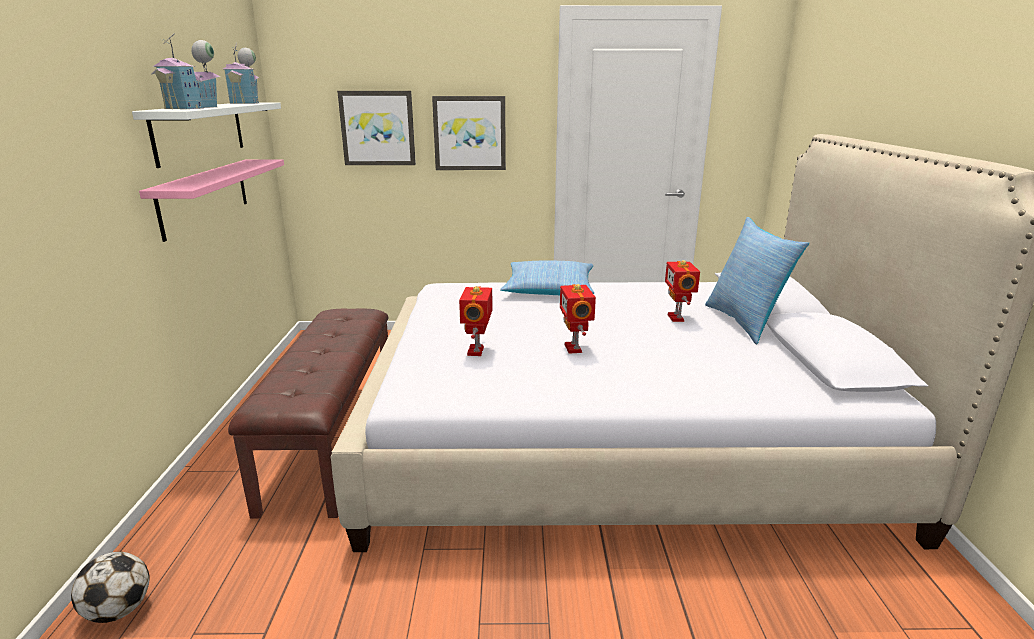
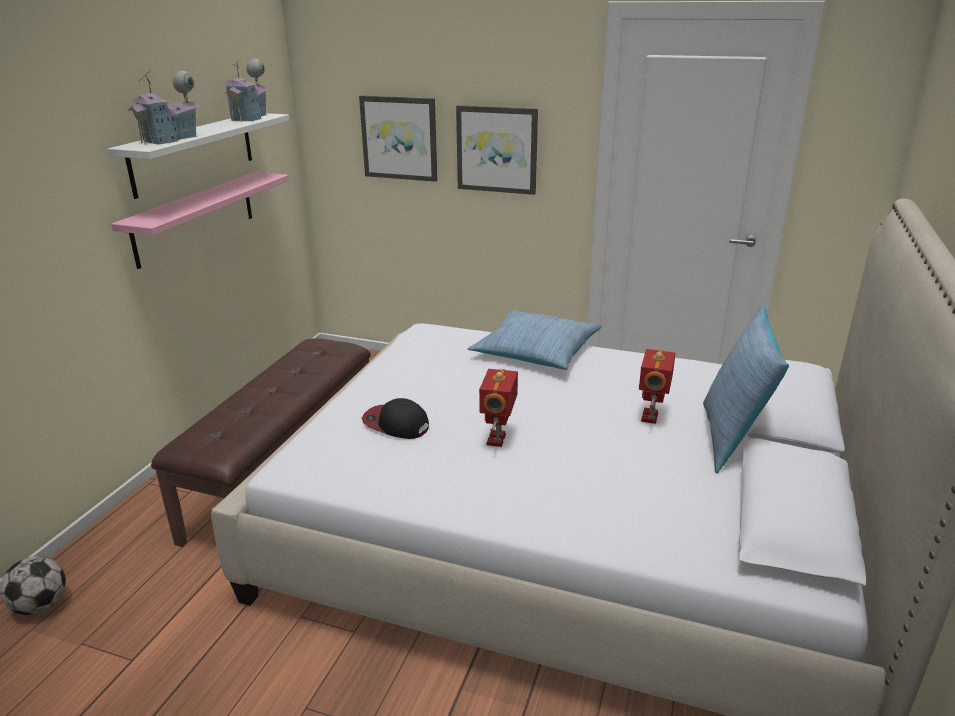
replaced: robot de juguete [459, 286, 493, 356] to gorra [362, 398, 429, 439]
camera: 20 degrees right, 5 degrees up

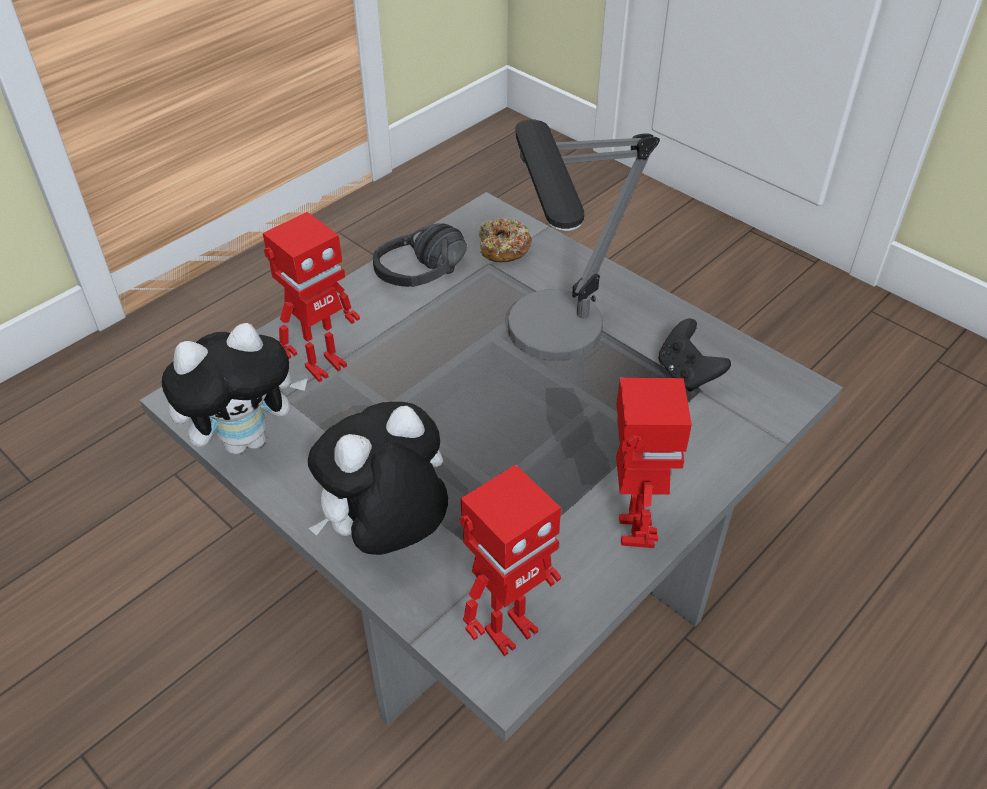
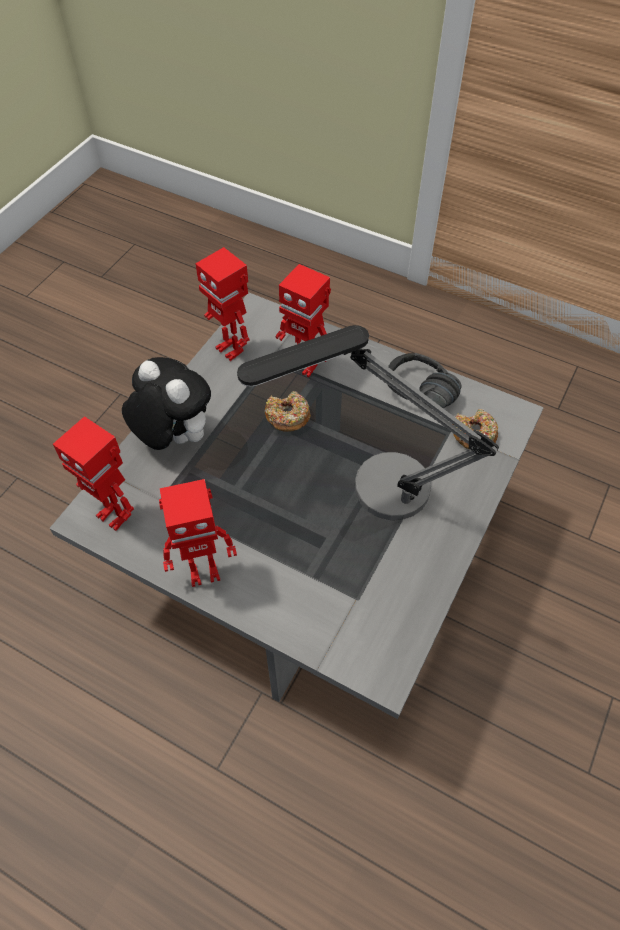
removed: mando de consola/negro [658, 319, 731, 392]
added: rosquilla [265, 391, 311, 432]
replaced: peluche [162, 323, 308, 454] to robot de juguete [195, 247, 249, 361]
camera: 75 degrees right, 10 degrees up

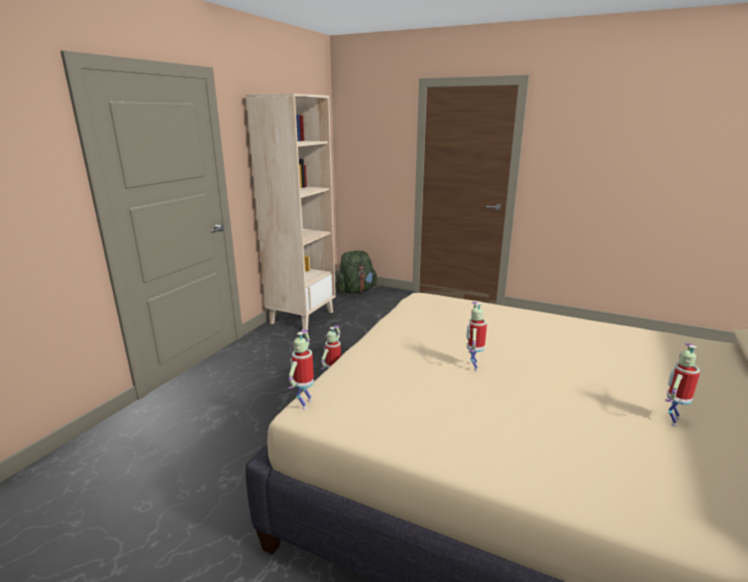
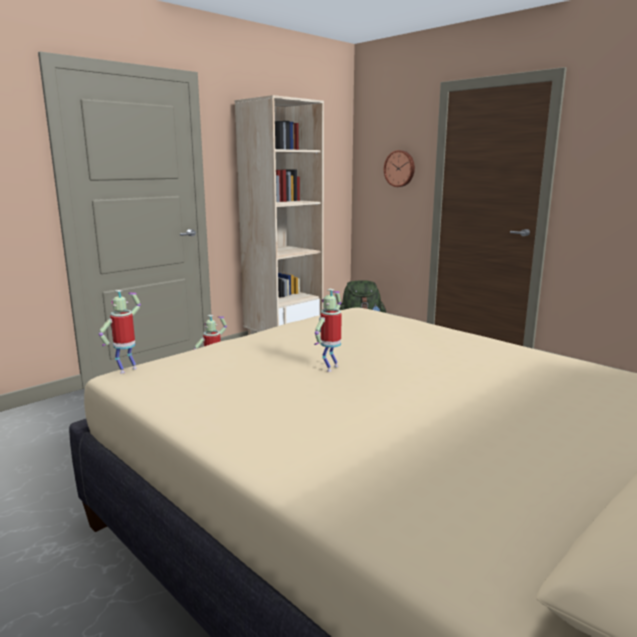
removed: robot de juguete [665, 343, 700, 427]
added: reloj de pared [384, 150, 415, 187]
camera: 20 degrees right, 5 degrees down

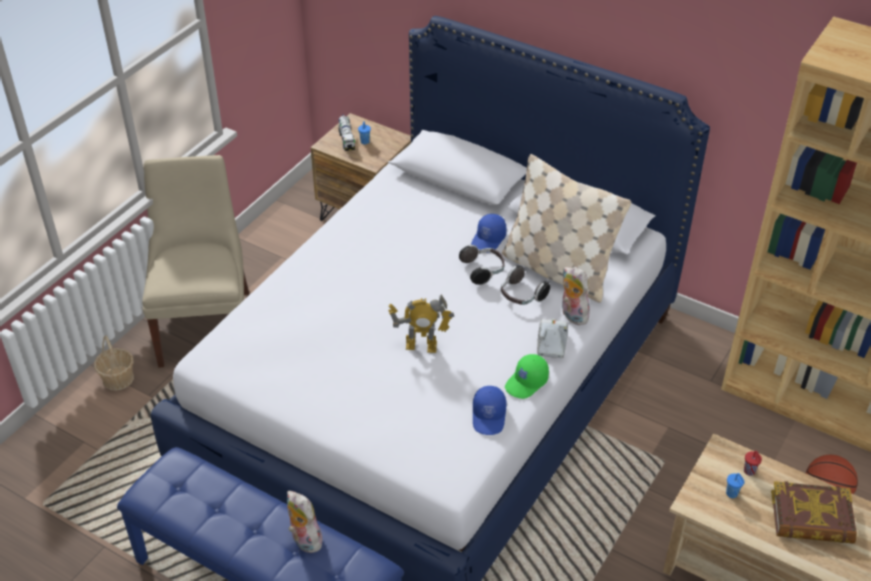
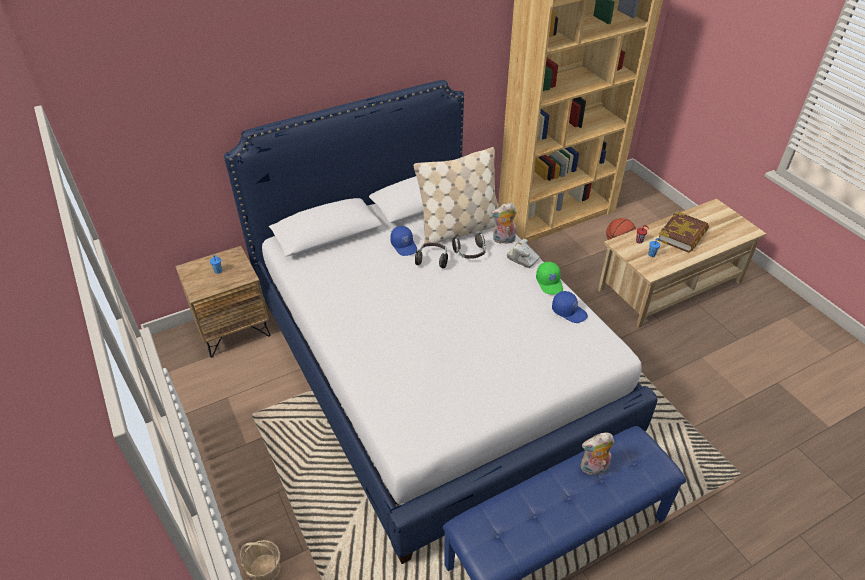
removed: silla/beis [142, 155, 249, 368]; camión de juguete [338, 114, 355, 151]; robot de juguete [388, 295, 454, 353]
camera: 60 degrees left, 0 degrees up

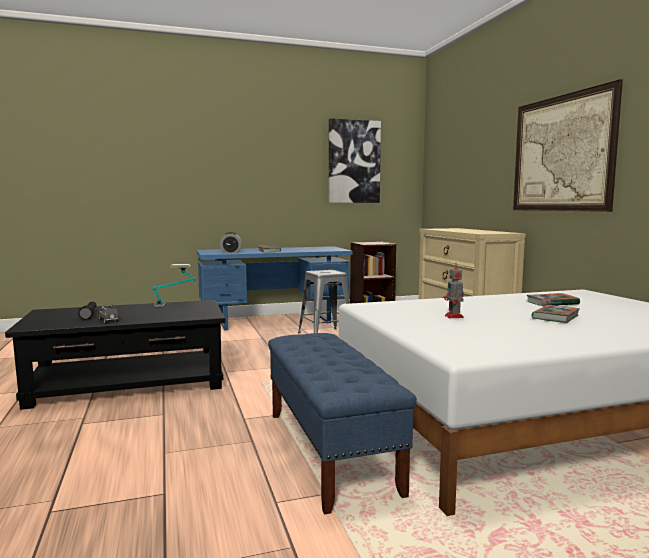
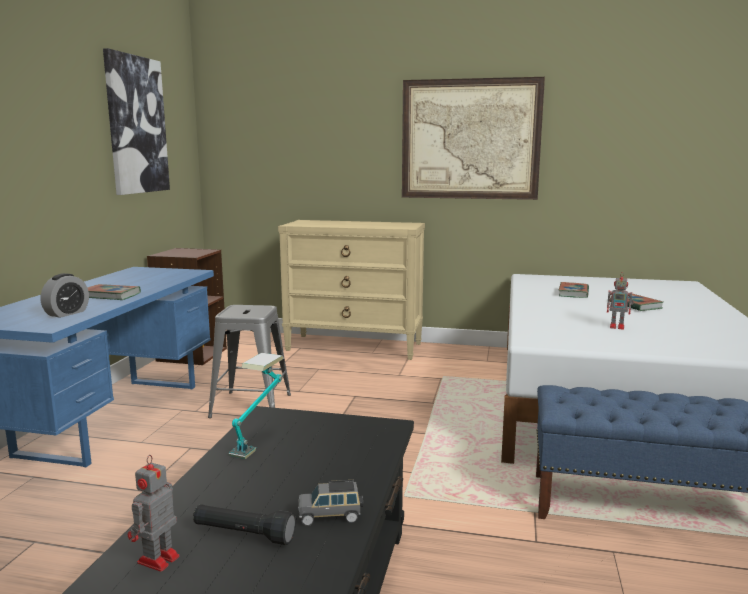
added: robot de juguete [128, 455, 179, 572]
camera: 60 degrees left, 5 degrees up

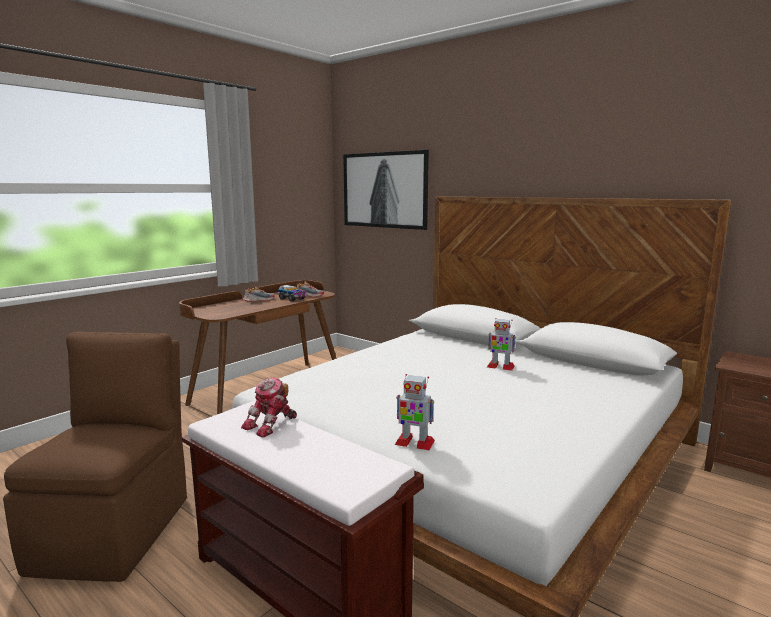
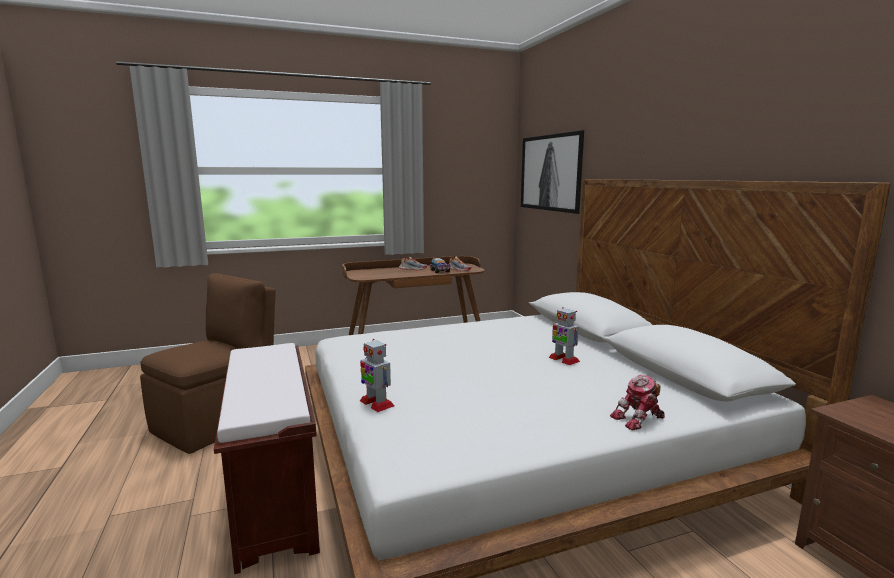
moved: robot de juguete [241, 378, 297, 438] to [610, 375, 665, 431]
camera: 30 degrees right, 0 degrees up

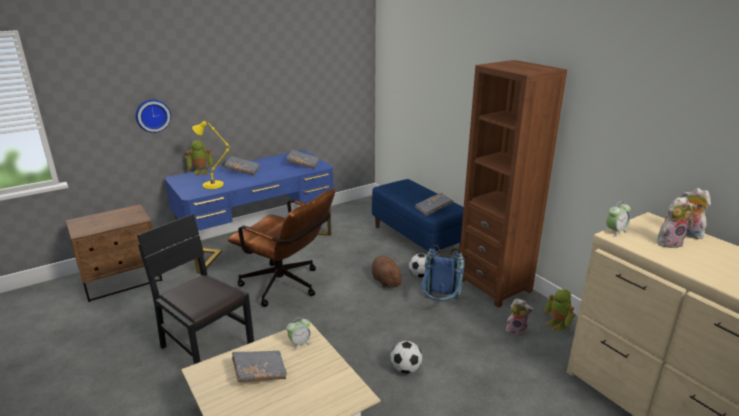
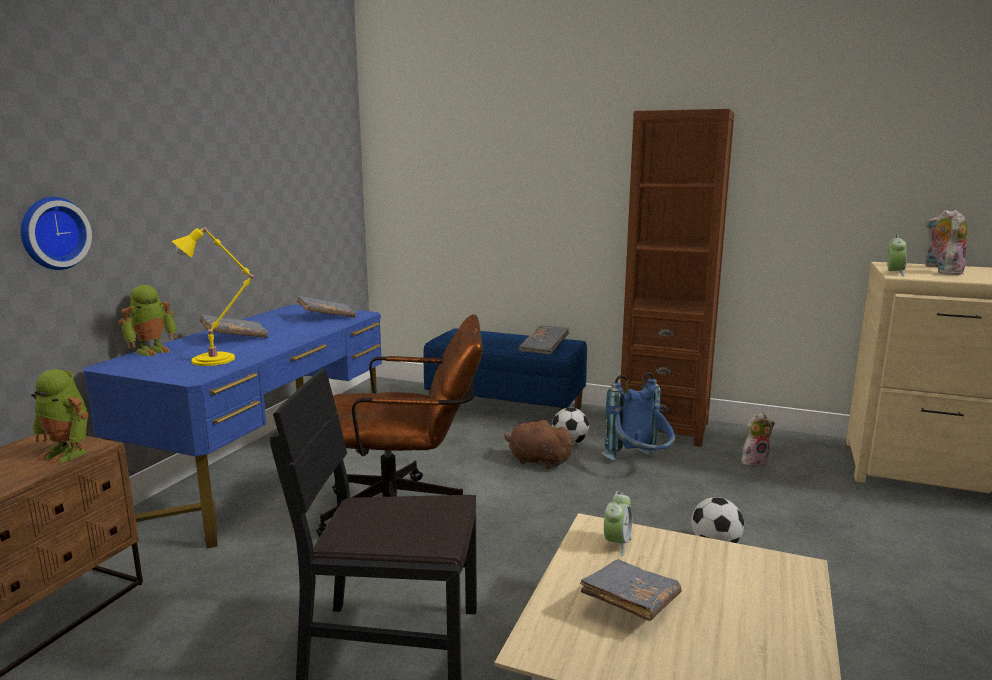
moved: robot de juguete [544, 289, 575, 331] to [31, 369, 88, 464]
camera: 35 degrees left, 10 degrees down

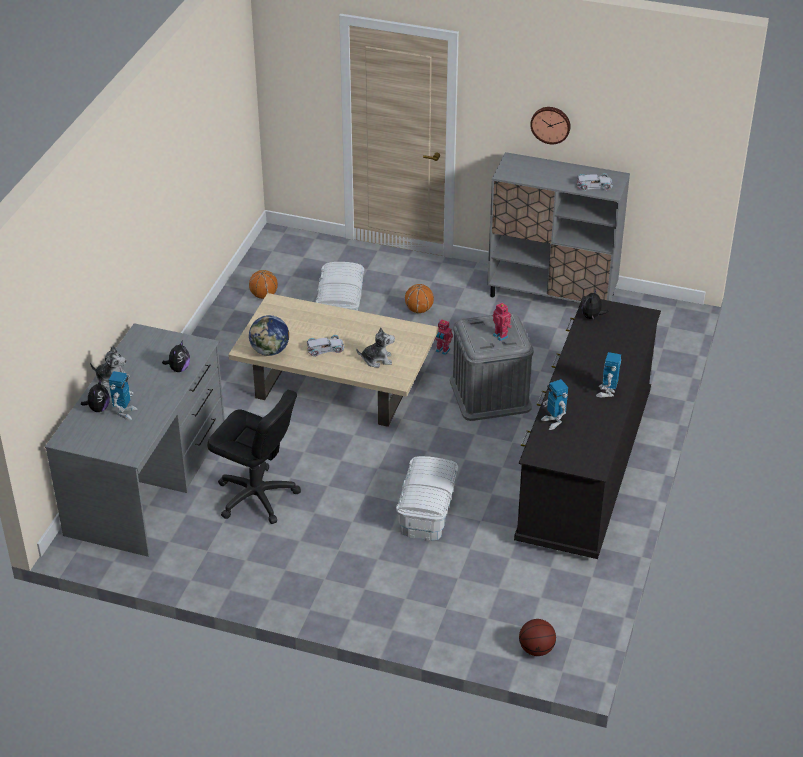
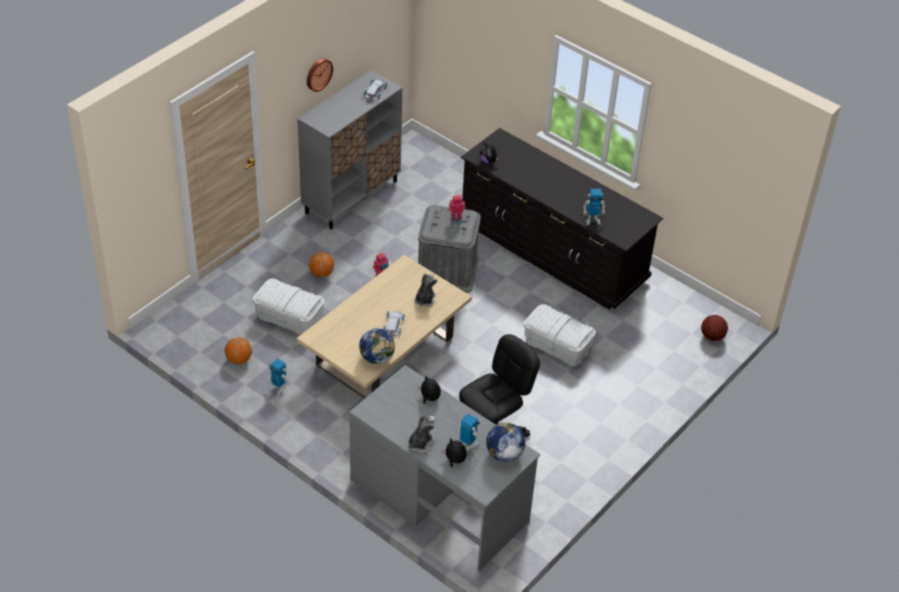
added: globo terráqueo [486, 422, 526, 462]
moved: robot de juguete [596, 352, 621, 398] to [267, 359, 288, 397]
camera: 70 degrees left, 5 degrees up

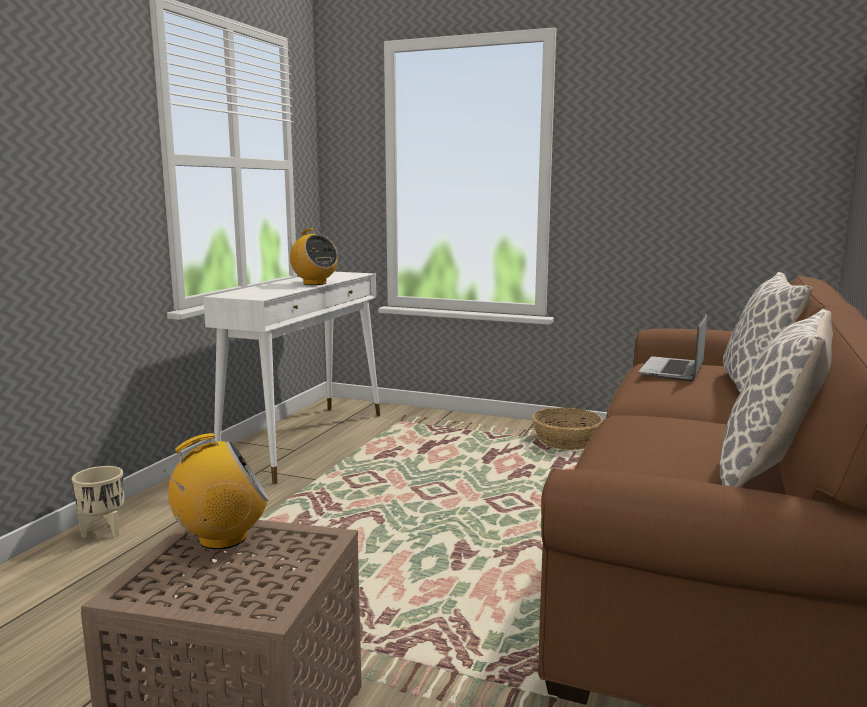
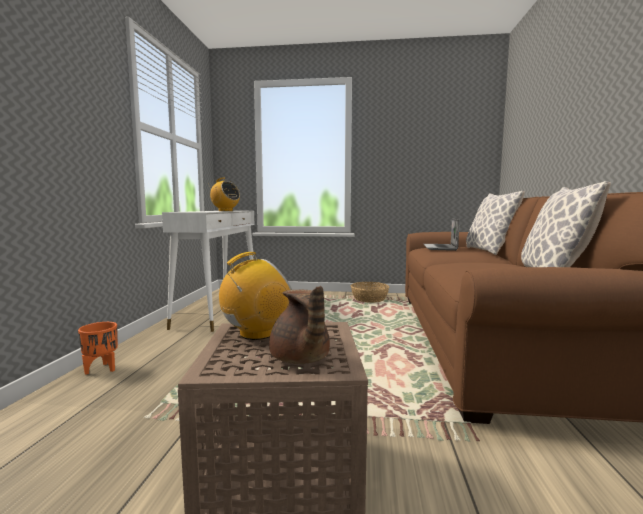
added: tetera/marrón [269, 286, 330, 364]
recoloured: maceta/beis [72, 466, 124, 538] to maceta/naranja [78, 322, 118, 375]
camera: 15 degrees left, 5 degrees down

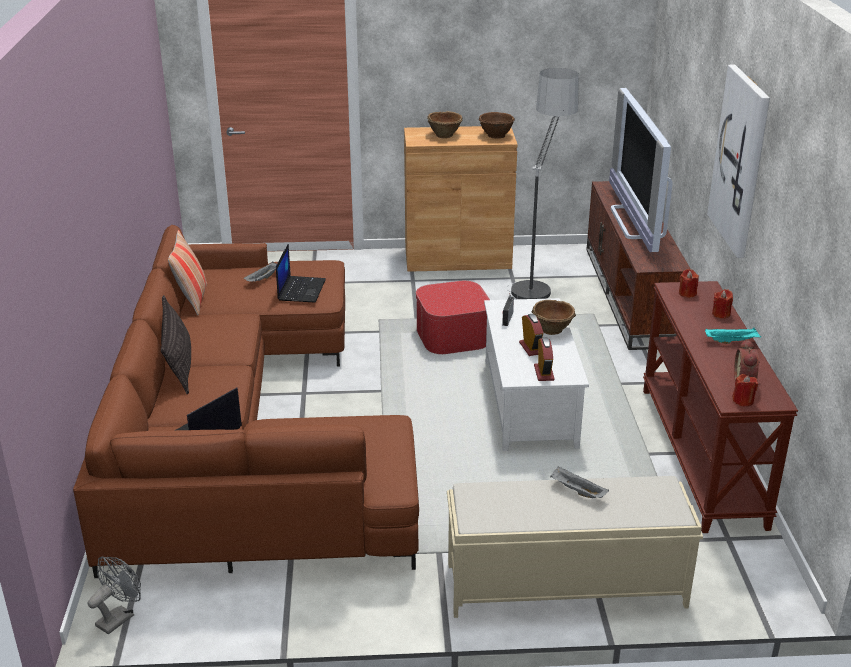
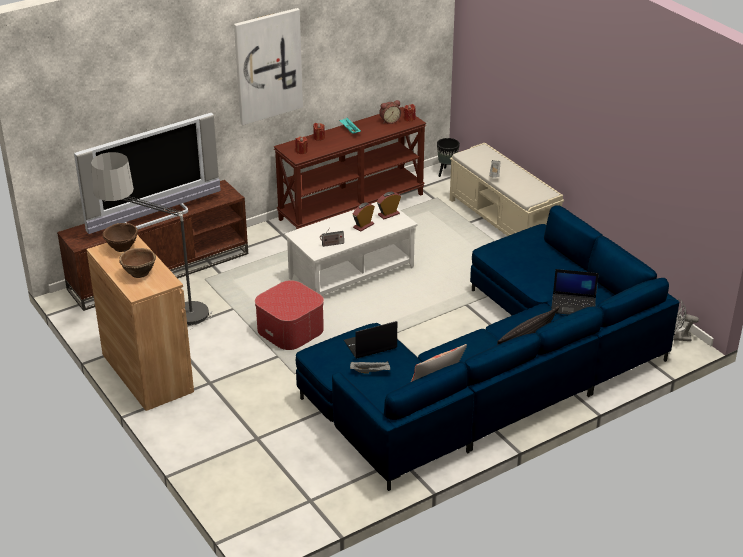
removed: cuenco/marrón [532, 300, 576, 335]
added: maceta/negro [437, 138, 460, 177]
recoloured: sofá/marrón [73, 225, 419, 578] to sofá/azul [296, 205, 679, 491]
camera: 120 degrees left, 5 degrees up

